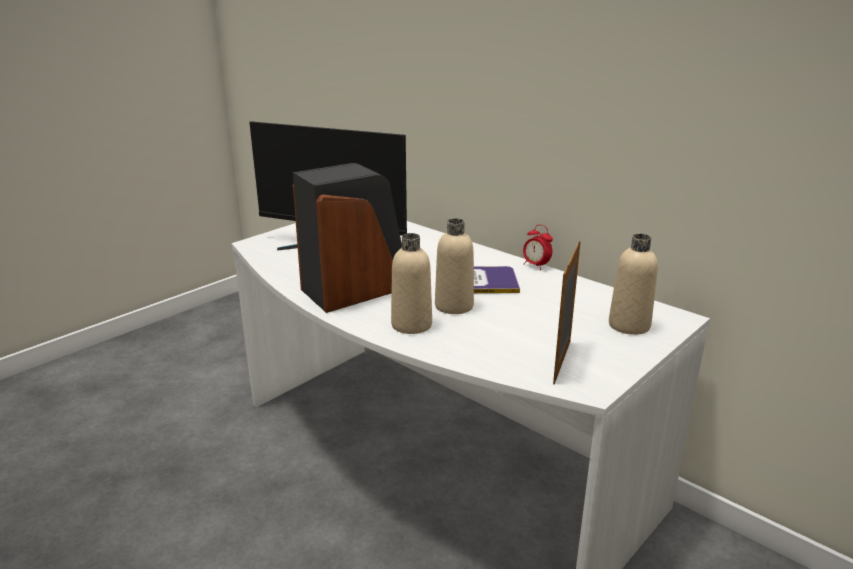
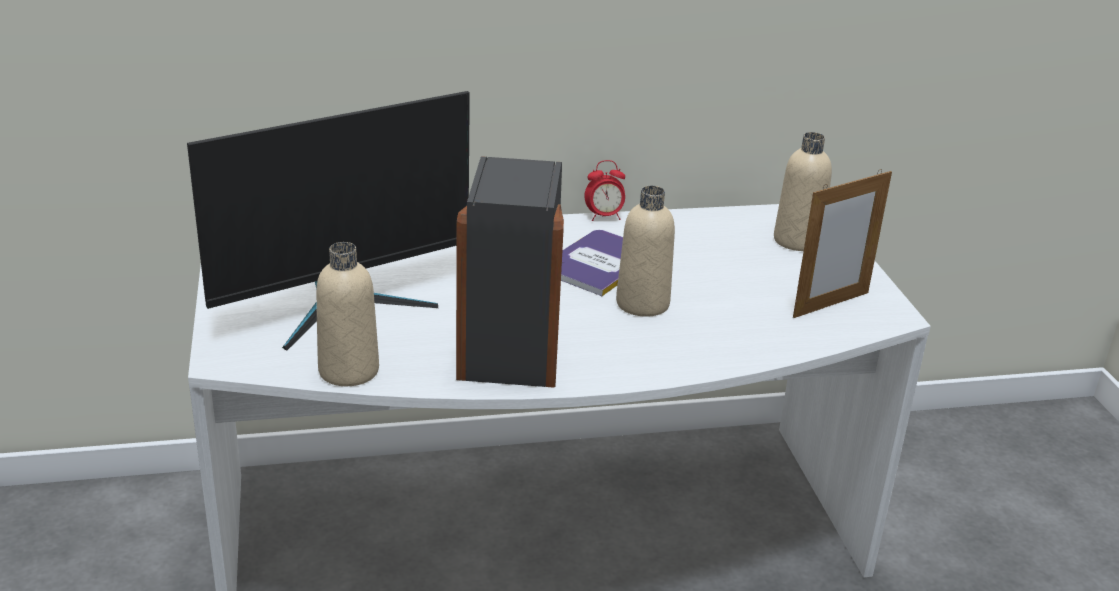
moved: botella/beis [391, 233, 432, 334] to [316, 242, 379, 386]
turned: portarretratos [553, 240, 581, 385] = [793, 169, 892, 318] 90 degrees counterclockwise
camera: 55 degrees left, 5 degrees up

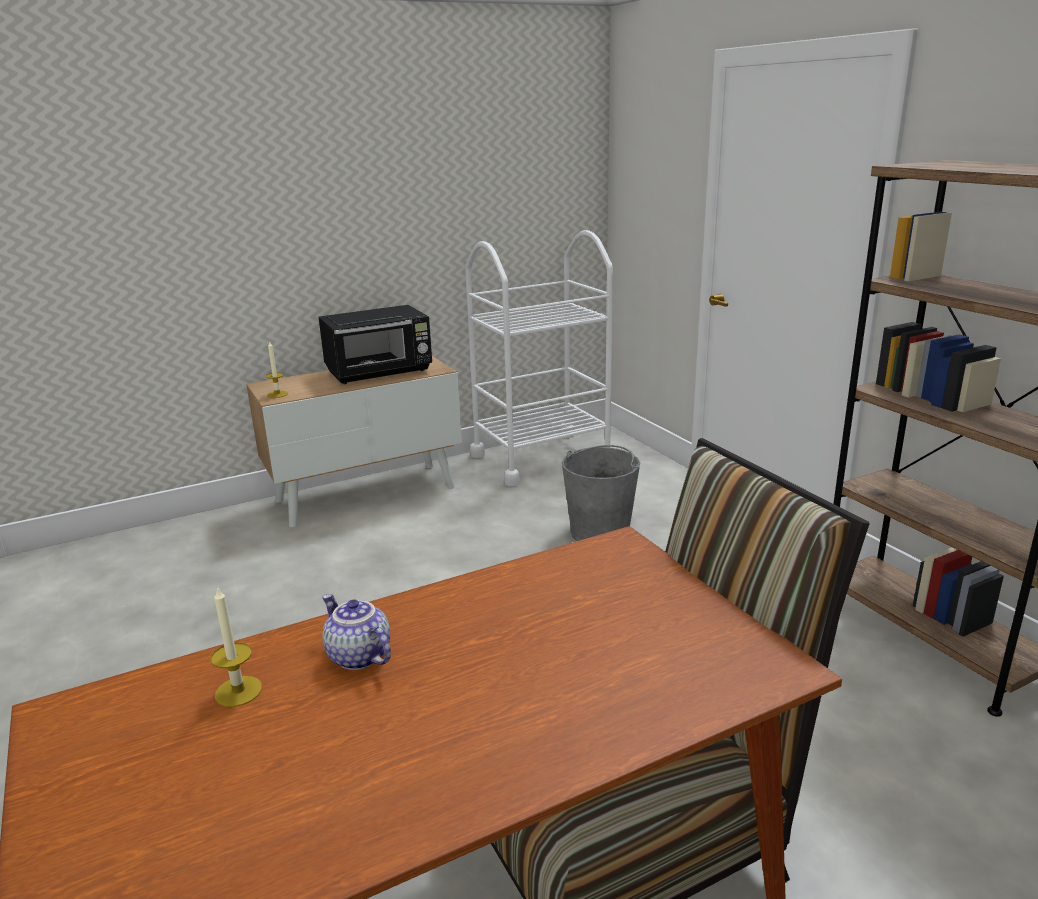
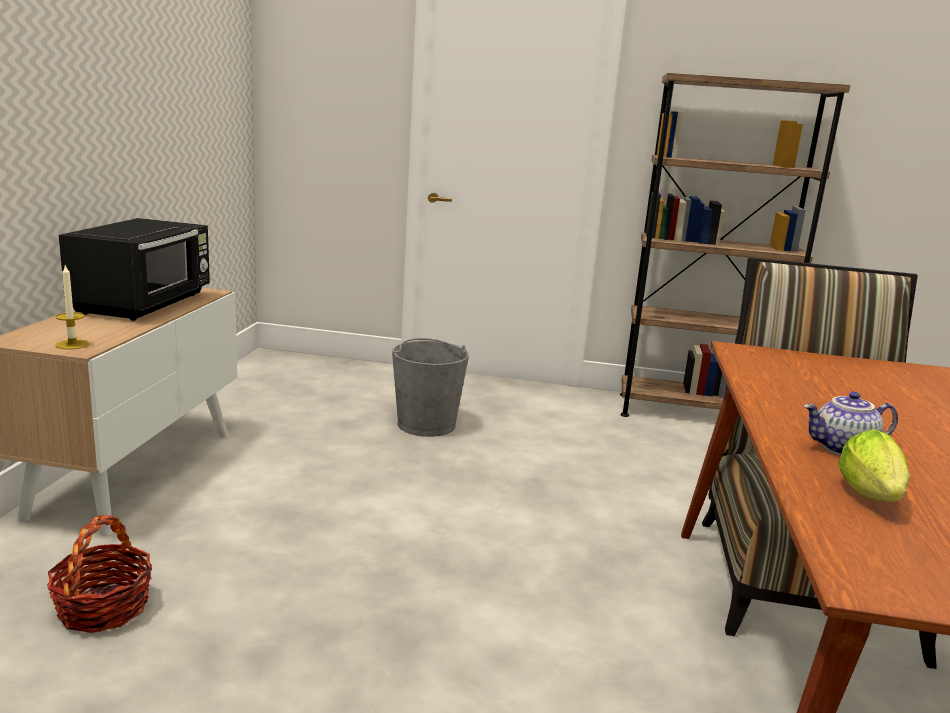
removed: carrito/blanco [465, 230, 613, 486]
added: cesta [47, 515, 152, 633]
replaced: vela [211, 586, 262, 707] to lechuga [837, 429, 910, 502]
camera: 55 degrees left, 5 degrees down

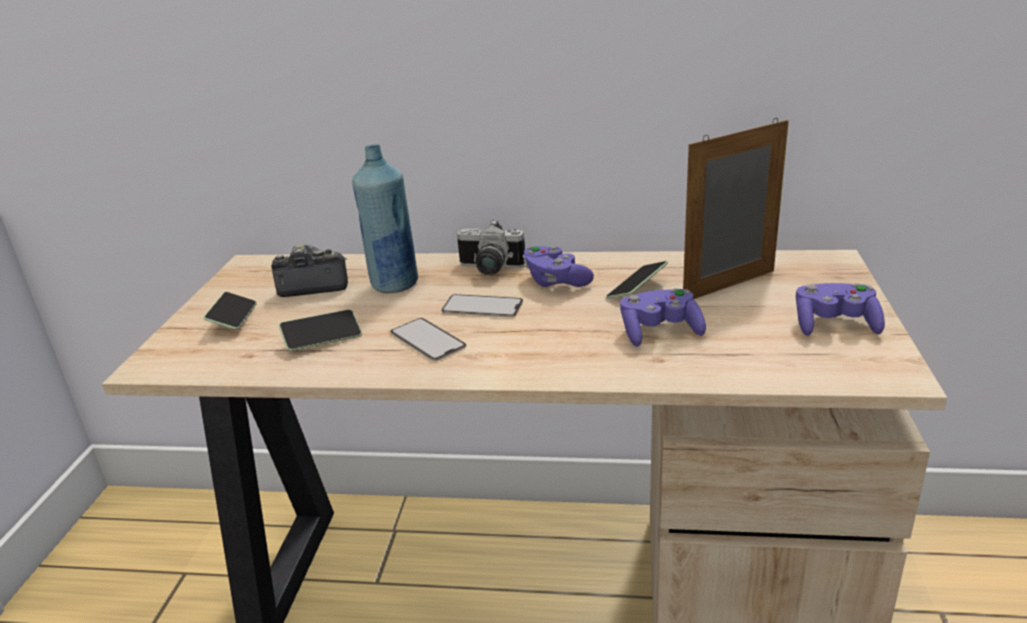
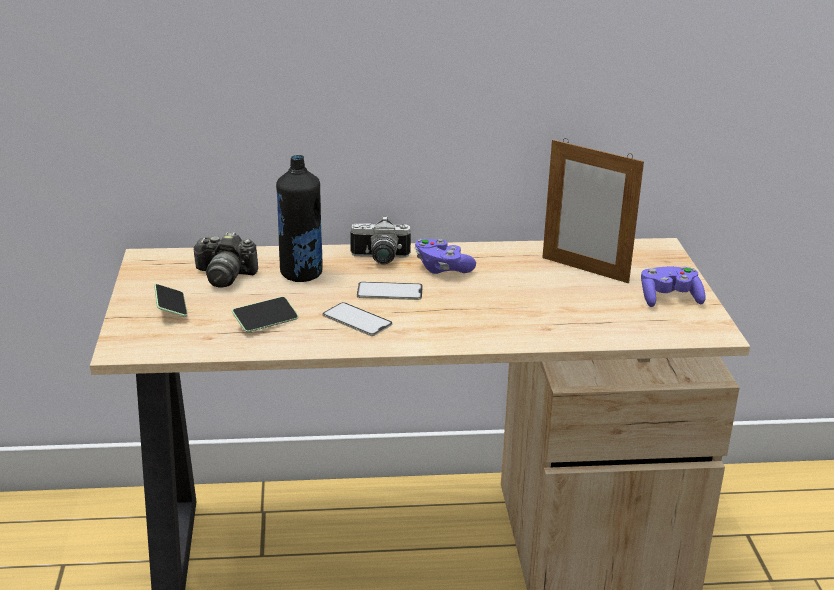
removed: móvil [606, 261, 668, 299]; mando de consola/morado [620, 288, 706, 347]
recoloured: botella/azul [352, 144, 418, 293] to botella/negro [276, 155, 323, 282]
turned: cámara [271, 245, 348, 297] = [193, 232, 258, 287] 150 degrees counterclockwise; portarretratos [683, 118, 789, 299] = [542, 138, 644, 283] 105 degrees counterclockwise
camera: 15 degrees left, 0 degrees up

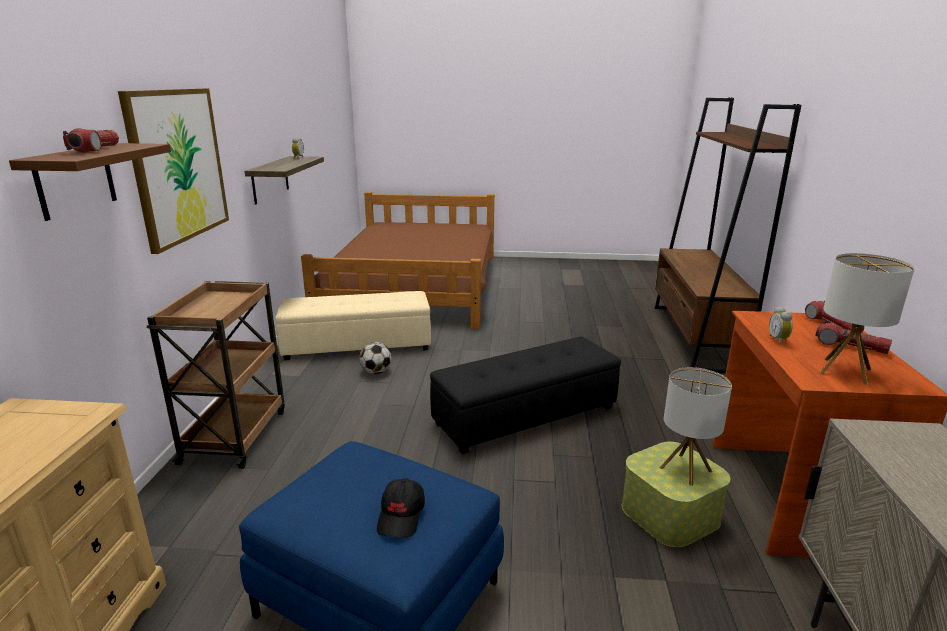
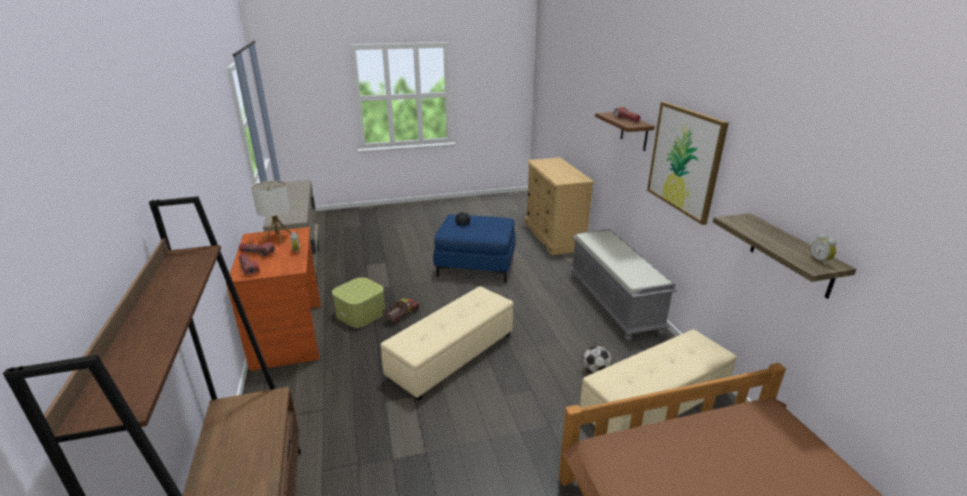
removed: lámpara de mesa [660, 367, 732, 486]
added: camión de juguete [382, 298, 419, 324]
replaced: carrito/marrón [147, 281, 285, 469] to banco/gris [570, 229, 677, 341]
recoloured: puf/negro [430, 337, 621, 454] to puf/beis [380, 286, 513, 401]
camera: 160 degrees right, 5 degrees up

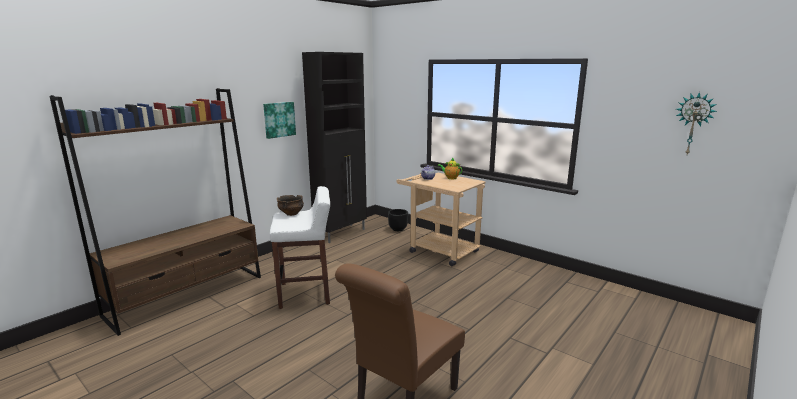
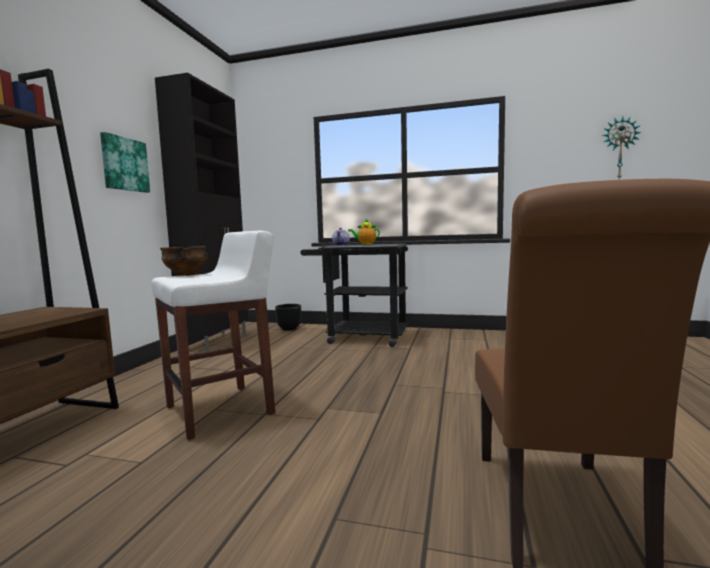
recoloured: carrito/beis [396, 173, 486, 266] to carrito/negro [301, 243, 408, 347]
camera: 25 degrees left, 10 degrees down

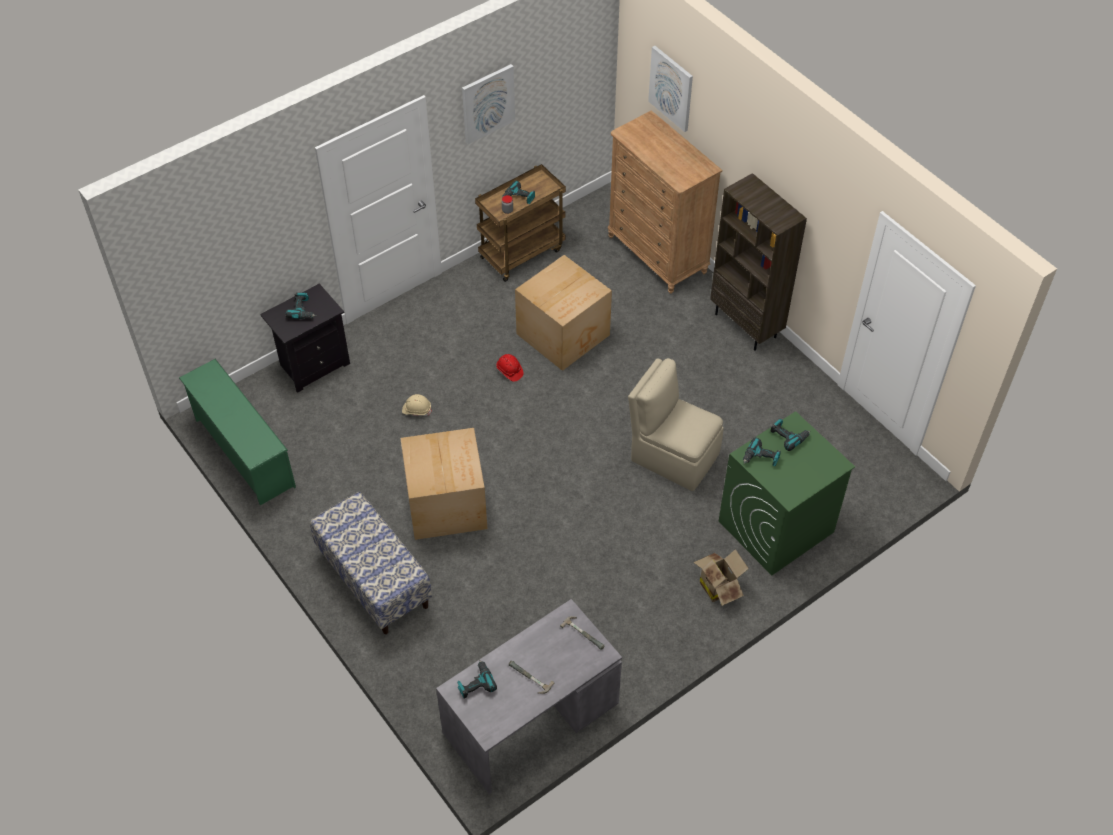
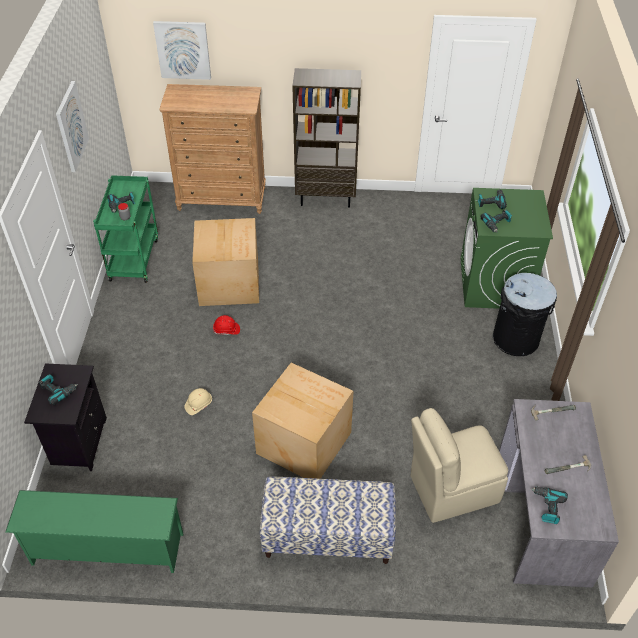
moved: silla/beis [628, 358, 724, 491] to [411, 408, 508, 523]
replaced: caja de cartón [693, 549, 749, 606] to papelera/negro [493, 273, 557, 356]
recoloured: carrito/marrón [475, 164, 566, 282] to carrito/verde [93, 175, 158, 283]
camera: 50 degrees left, 5 degrees down

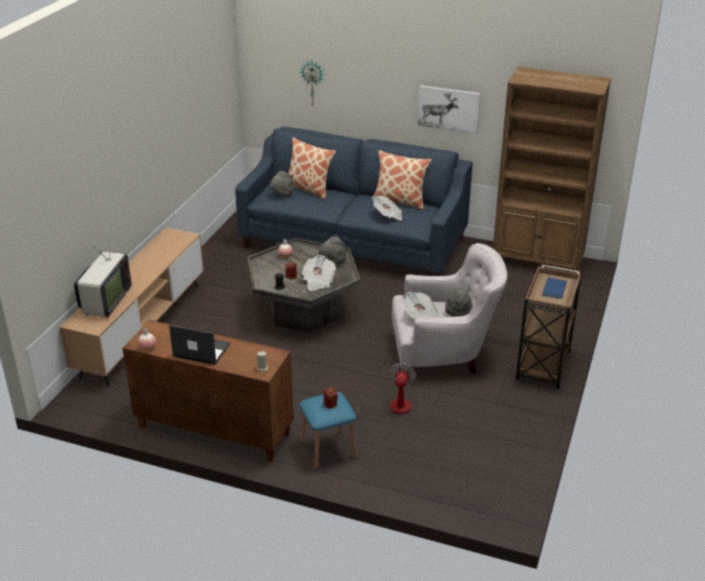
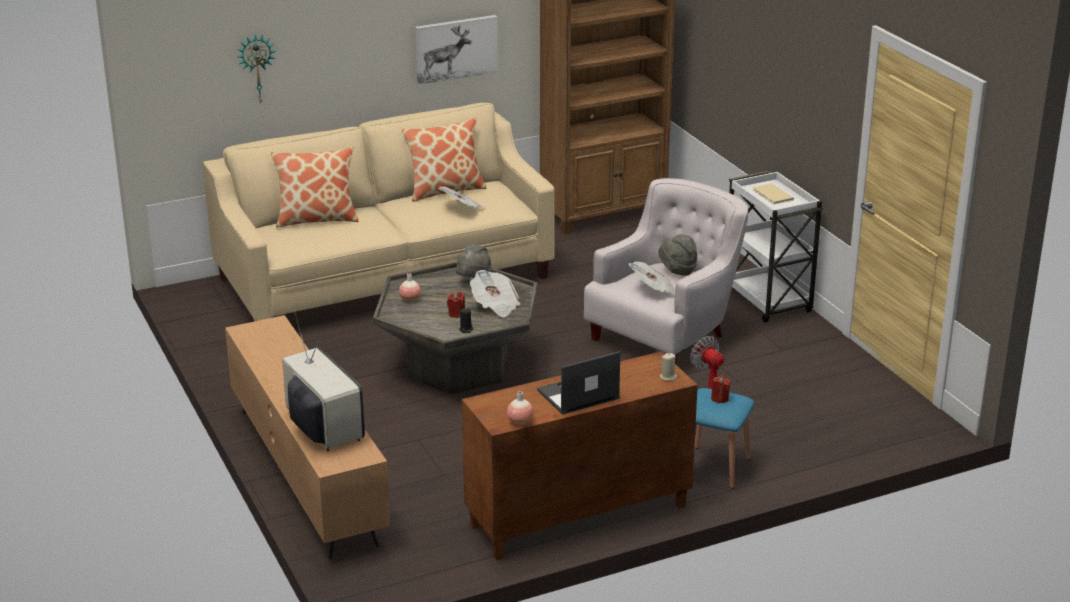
removed: sombrero/gris [269, 171, 294, 195]
recoloured: sofá/azul [235, 127, 473, 276] to sofá/beis [202, 103, 555, 321]; carrito/marrón [516, 265, 582, 389] to carrito/blanco [729, 170, 823, 323]; libro/azul [542, 277, 567, 299] to libro/beis [753, 183, 794, 205]
camera: 45 degrees left, 5 degrees down

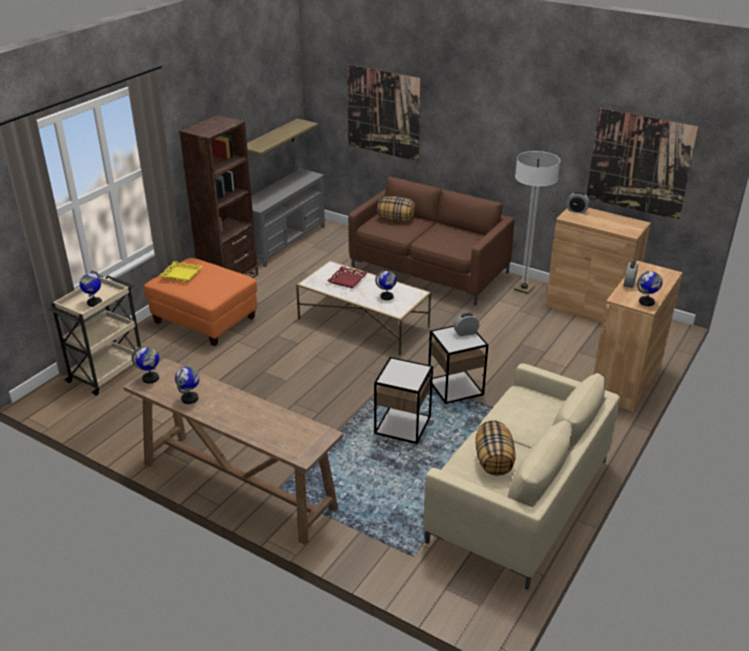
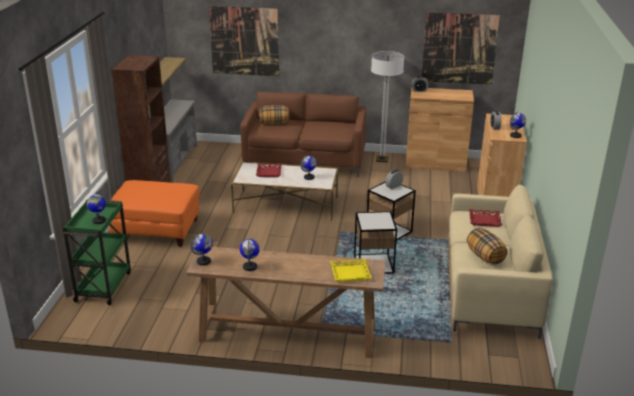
added: bandeja/rojo [469, 209, 502, 227]
moved: bandeja/amarillo [159, 261, 202, 282] to [330, 259, 372, 282]
recoloured: carrito/beis [48, 275, 141, 396] to carrito/verde [63, 200, 131, 305]
camera: 25 degrees left, 5 degrees down

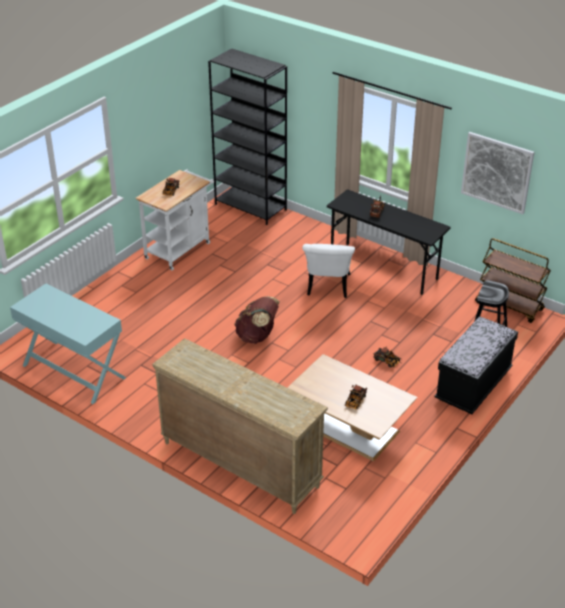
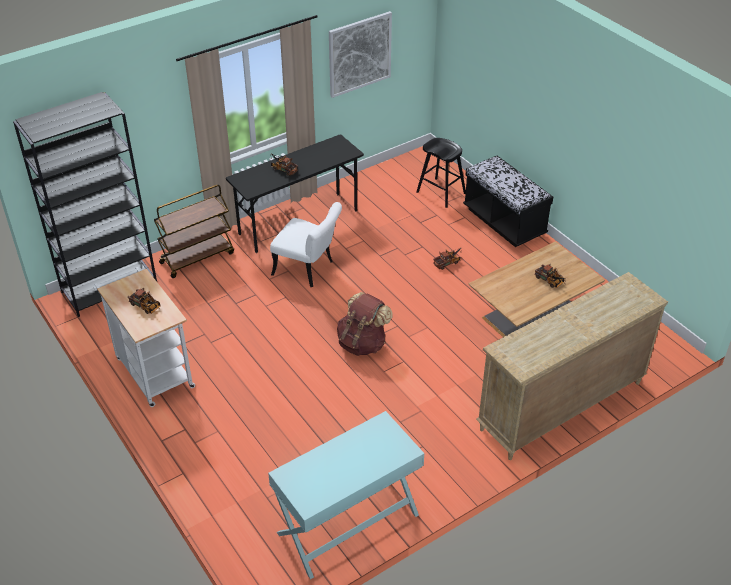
moved: carrito/marrón [475, 238, 551, 323] to [154, 185, 234, 278]
camera: 70 degrees left, 5 degrees up

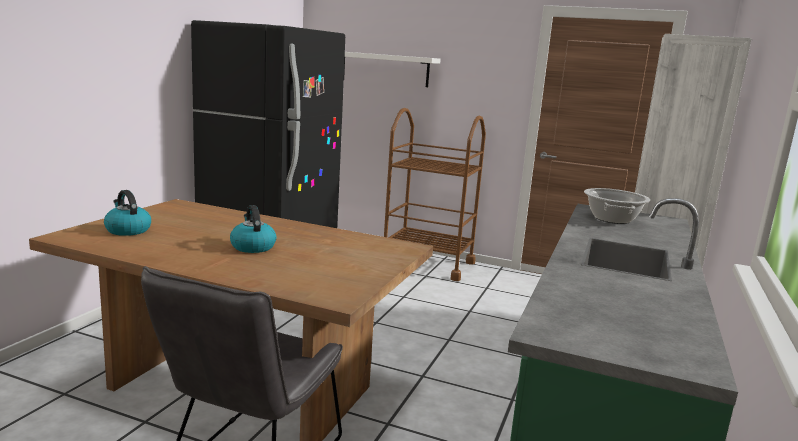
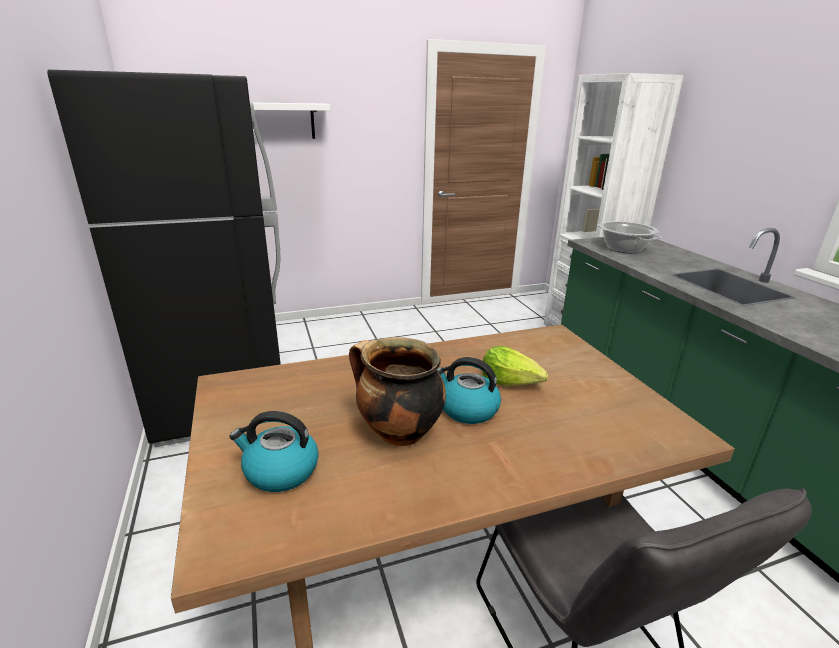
removed: carrito/marrón [384, 108, 486, 281]
added: olla [349, 337, 446, 446]; lechuga [482, 346, 548, 386]
camera: 40 degrees left, 10 degrees up

